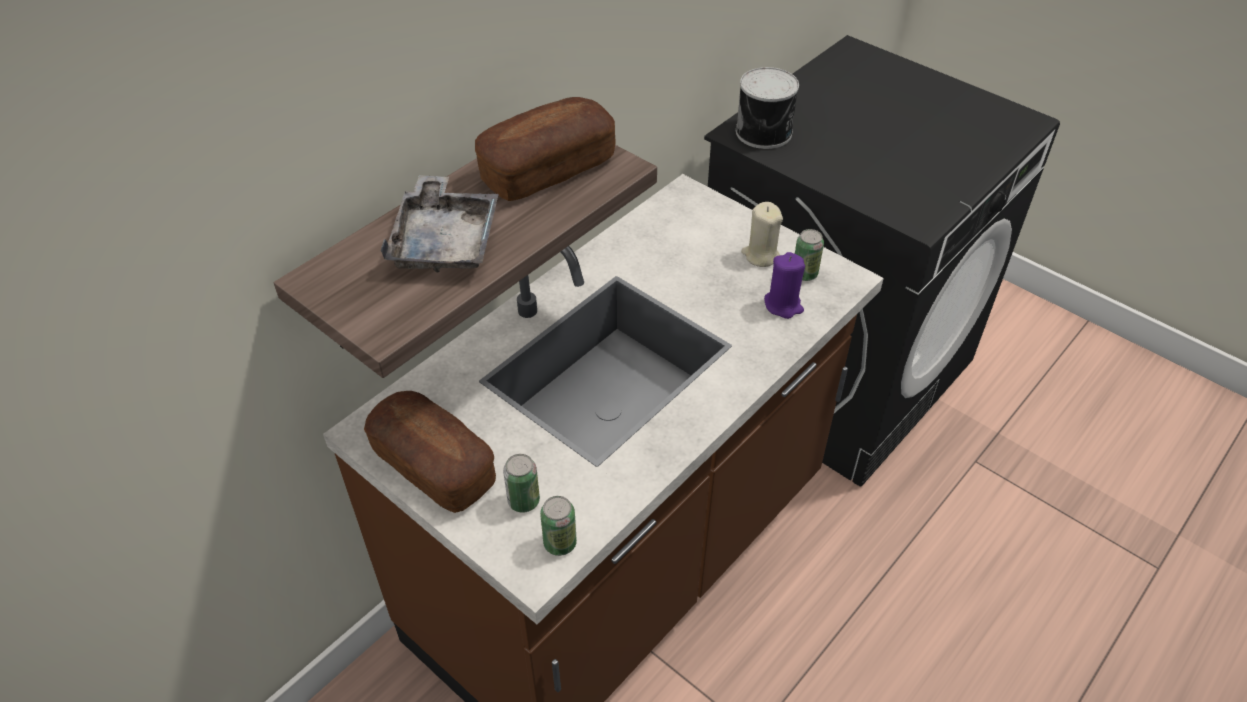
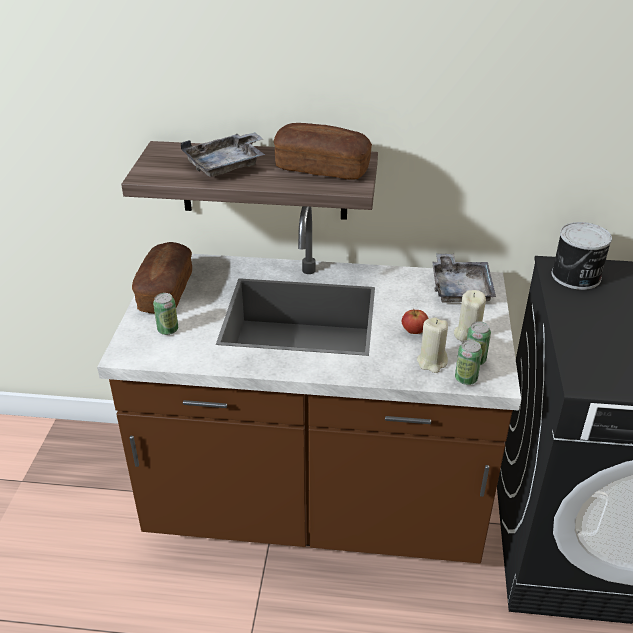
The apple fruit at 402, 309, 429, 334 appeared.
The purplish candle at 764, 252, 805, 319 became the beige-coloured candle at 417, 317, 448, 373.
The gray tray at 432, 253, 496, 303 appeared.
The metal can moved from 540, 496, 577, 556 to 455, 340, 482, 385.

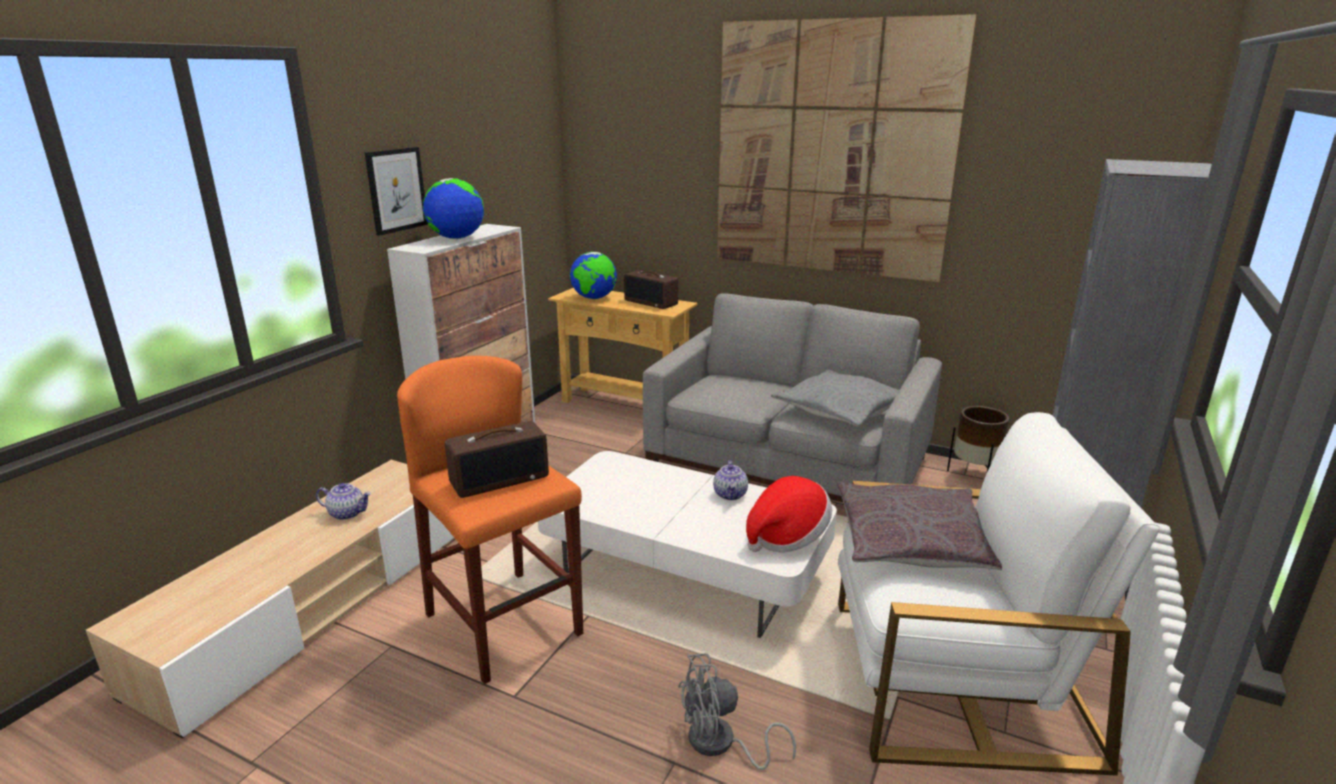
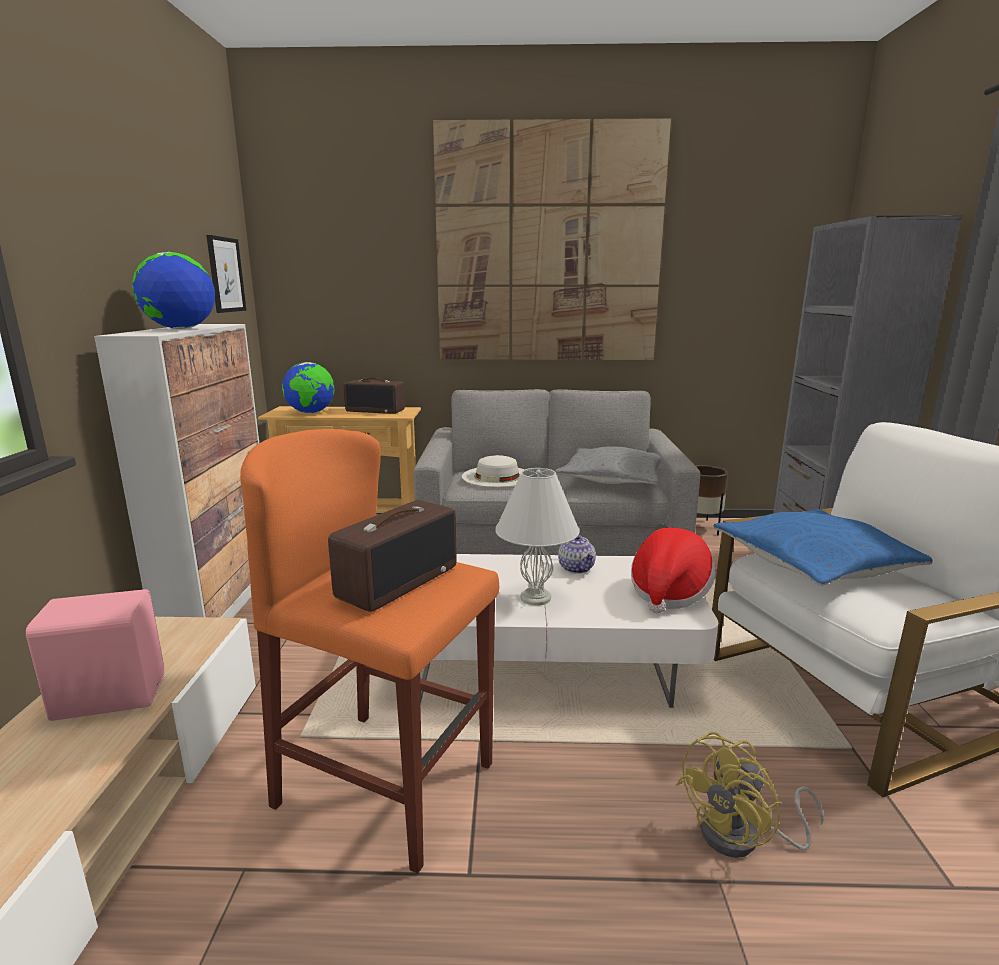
The tea pot at 316, 483, 372, 520 was replaced by the pink-coloured loudspeaker at 26, 589, 164, 721.
The wall picture moved from 365, 147, 428, 236 to 206, 235, 247, 313.
The white-coloured wearable hat at 462, 455, 525, 487 appeared.
The white-coloured tabletop lamp at 495, 468, 579, 606 appeared.
The gray cooling fan at 678, 653, 796, 770 became the yellow cooling fan at 676, 732, 824, 858.
The gray throw pillow at 837, 482, 1002, 570 became the blue-coloured throw pillow at 714, 509, 933, 586.

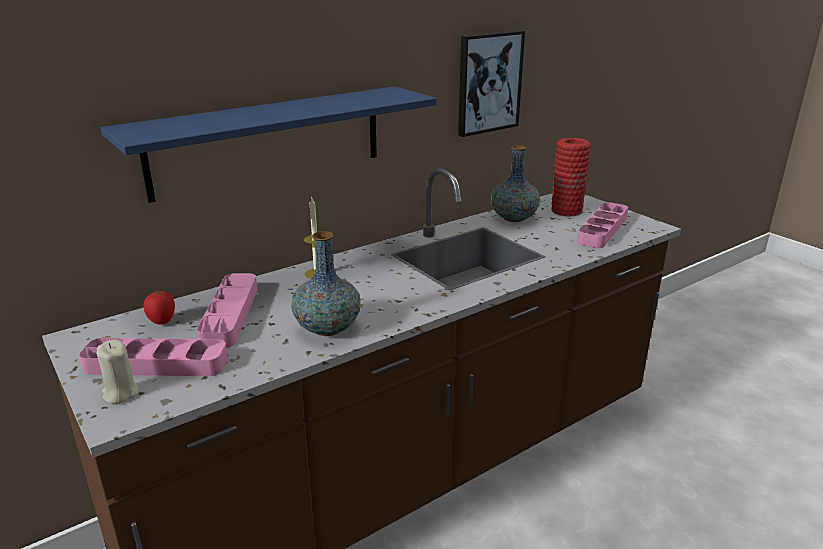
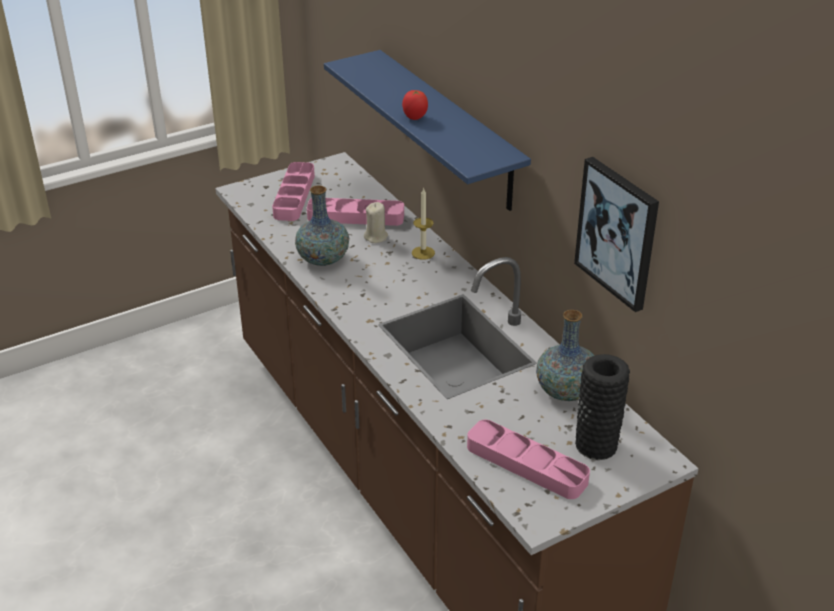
The beige-coloured candle moved from 97, 340, 138, 404 to 364, 202, 388, 243.
The fresh tomato moved from 144, 291, 175, 325 to 402, 90, 428, 120.
The red decorative vase at 551, 138, 591, 217 became the black decorative vase at 575, 354, 630, 460.

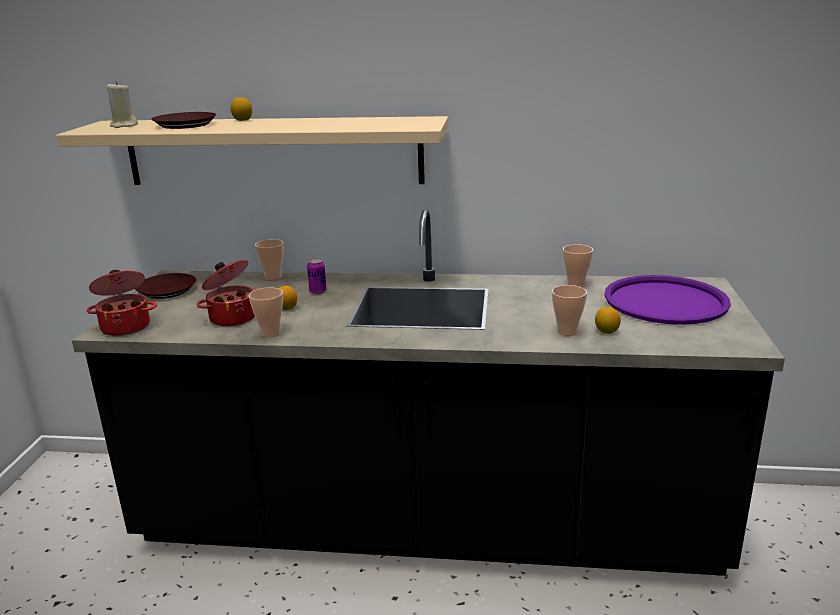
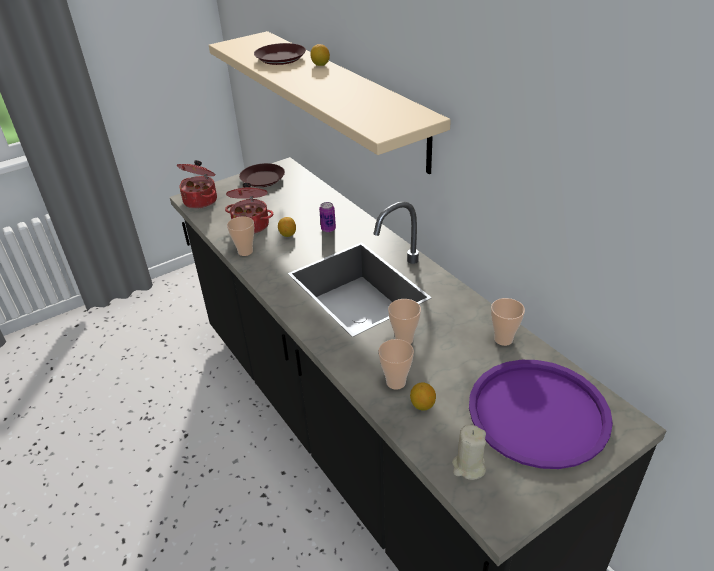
The drinking cup moved from 255, 239, 284, 280 to 388, 299, 421, 344.
The beige-coloured candle moved from 107, 82, 138, 128 to 452, 425, 486, 480.

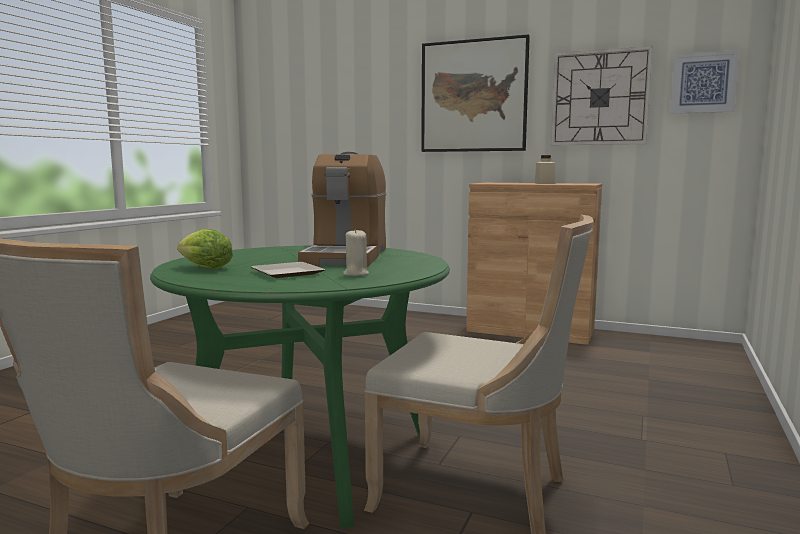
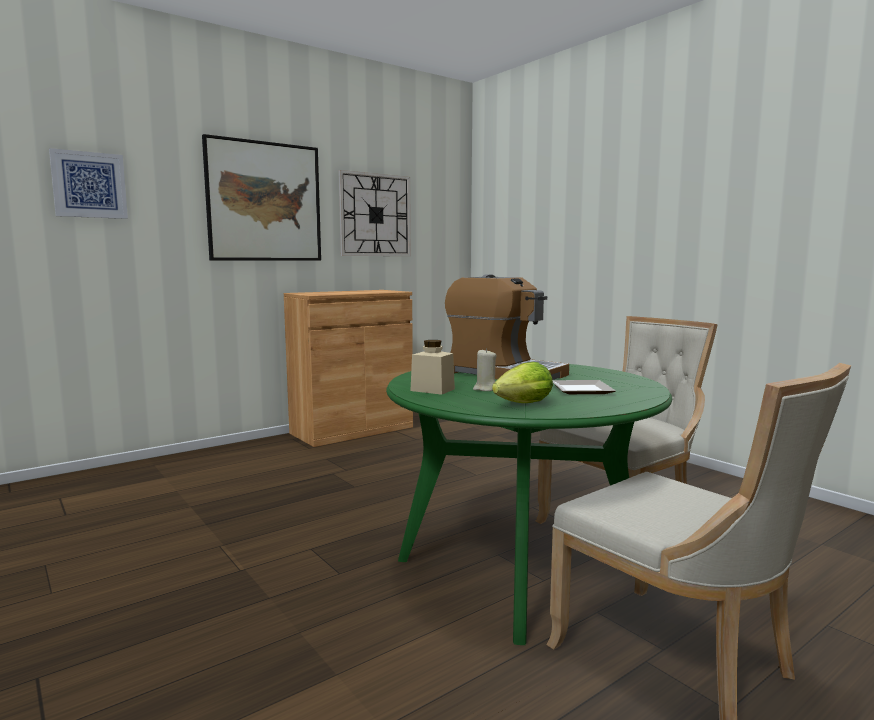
The wall picture moved from 670, 50, 740, 114 to 49, 148, 128, 219.
The beige-coloured jar moved from 535, 155, 556, 184 to 411, 340, 455, 395.
The beige-coloured candle moved from 343, 229, 369, 276 to 473, 349, 497, 391.

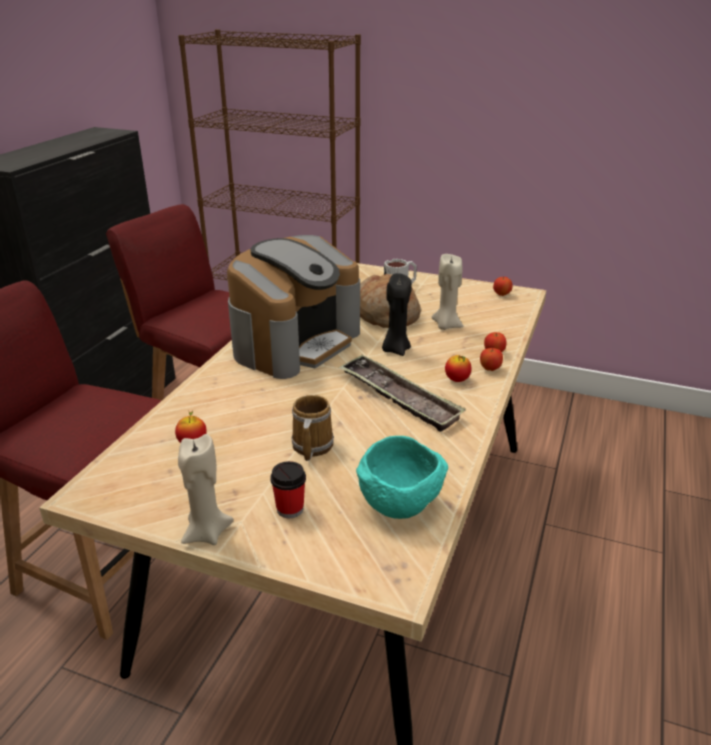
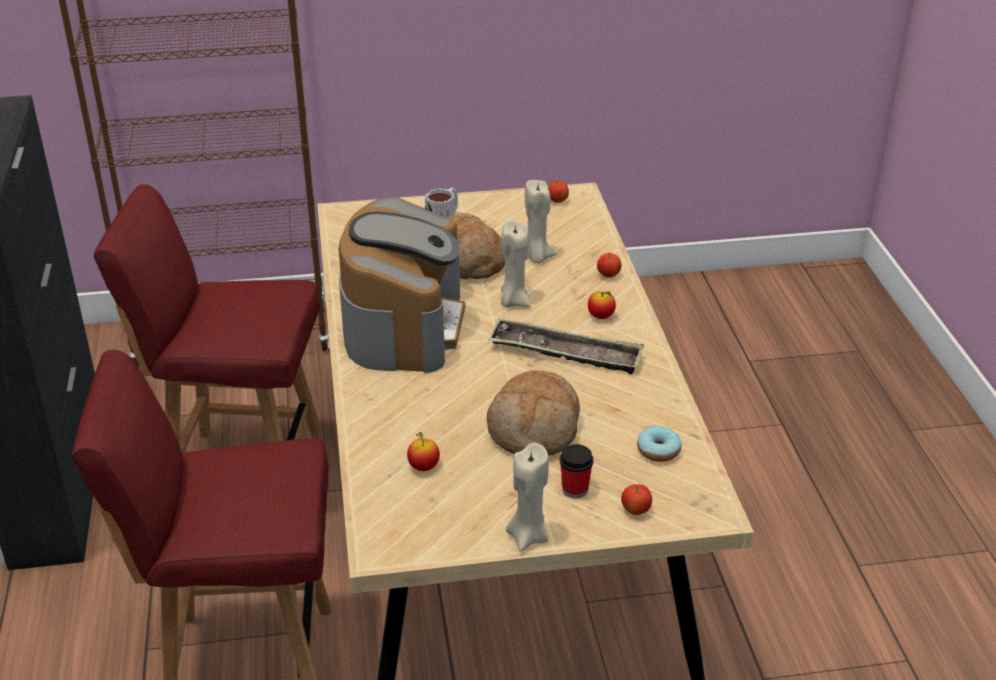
The coffee mug at 291, 395, 334, 461 was replaced by the baked bread at 487, 370, 580, 455.
The black candle at 382, 273, 412, 356 became the beige-coloured candle at 501, 220, 531, 307.
The apple fruit moved from 480, 348, 503, 371 to 621, 484, 652, 515.
The turquoise deep dish at 356, 436, 448, 519 was replaced by the doughnut at 637, 426, 681, 462.

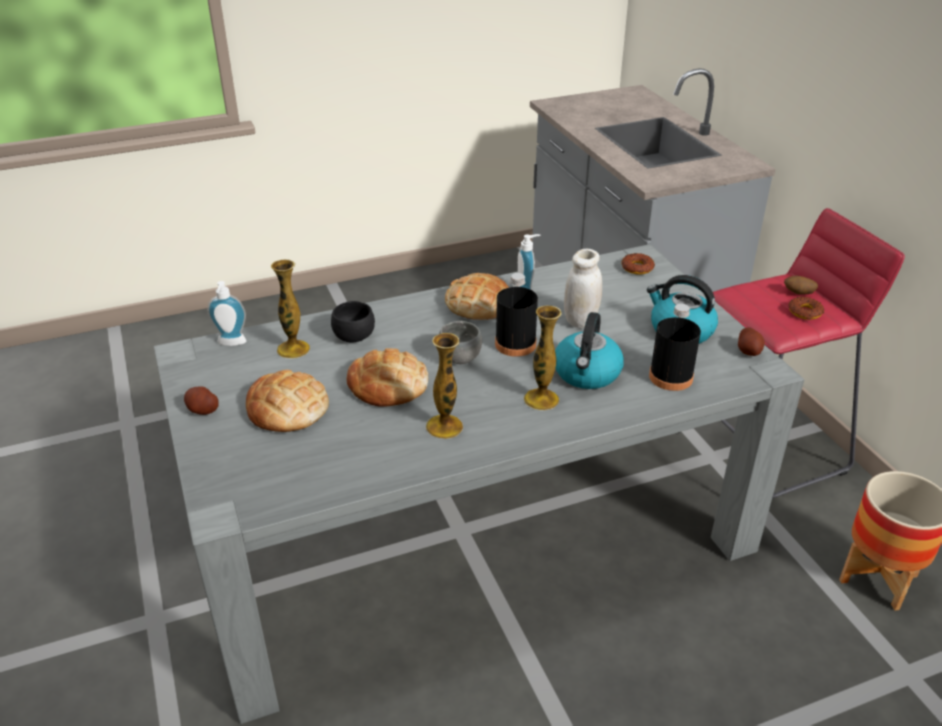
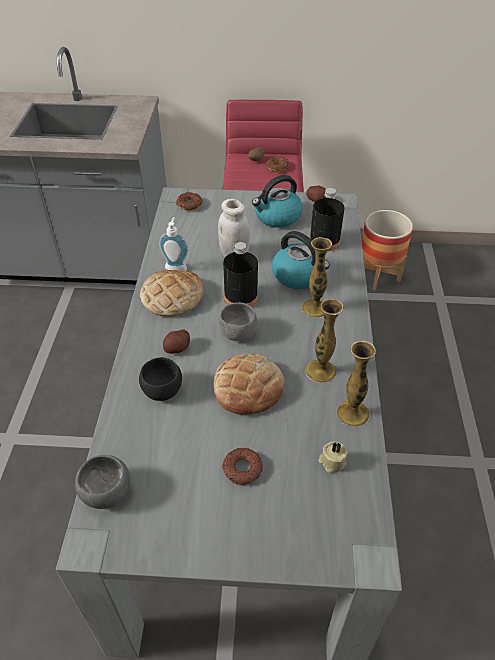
The liquid soap bottle at 207, 281, 247, 346 was replaced by the gray deep dish at 75, 455, 130, 509.
The whole potato moved from 184, 386, 219, 415 to 163, 329, 190, 354.
The baked bread at 246, 370, 329, 432 was replaced by the doughnut at 222, 448, 263, 485.
The beige-coloured candle at 319, 441, 348, 473 appeared.
The decorative vase moved from 271, 259, 310, 359 to 336, 341, 376, 427.

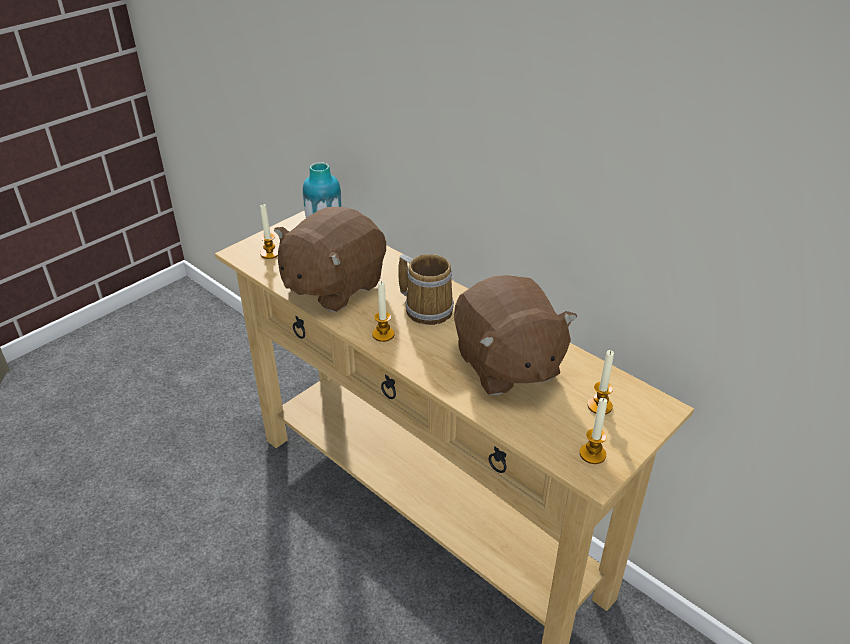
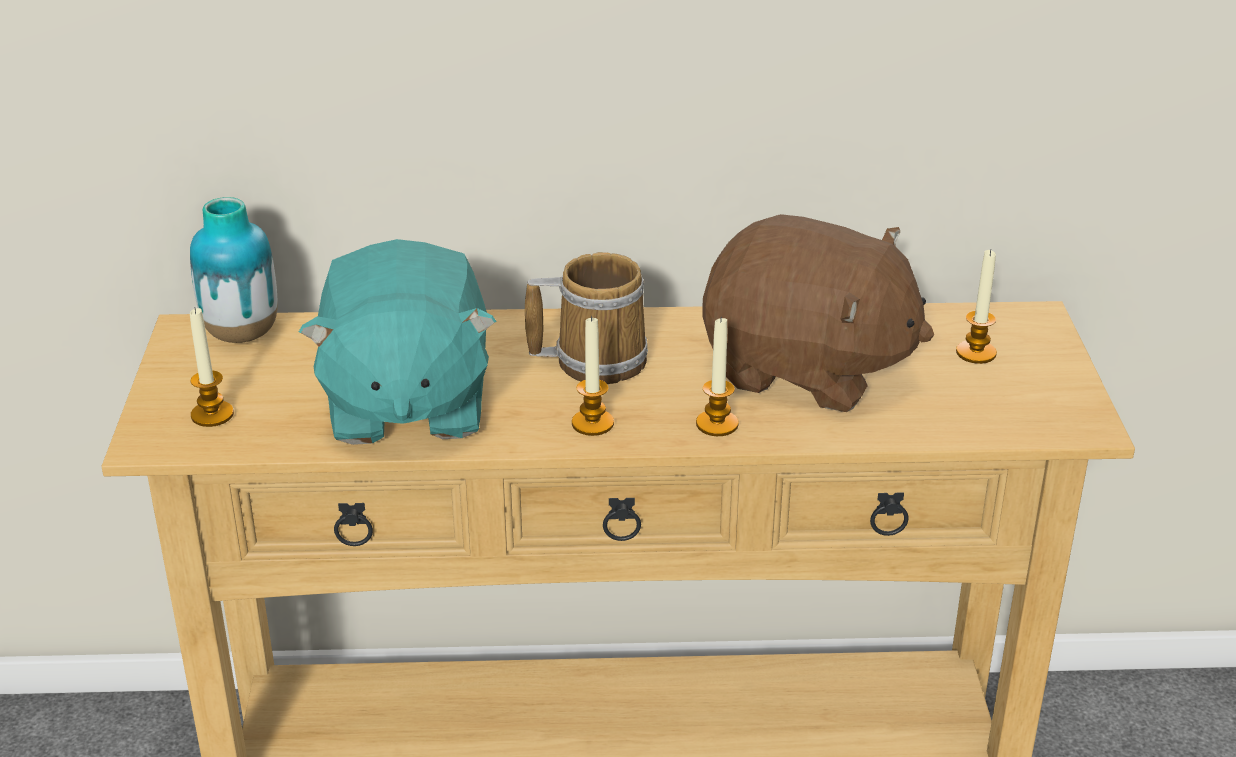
The brownish cuddly toy at 274, 207, 386, 312 became the turquoise cuddly toy at 299, 239, 497, 445.
The candle moved from 580, 398, 607, 464 to 696, 316, 739, 436.

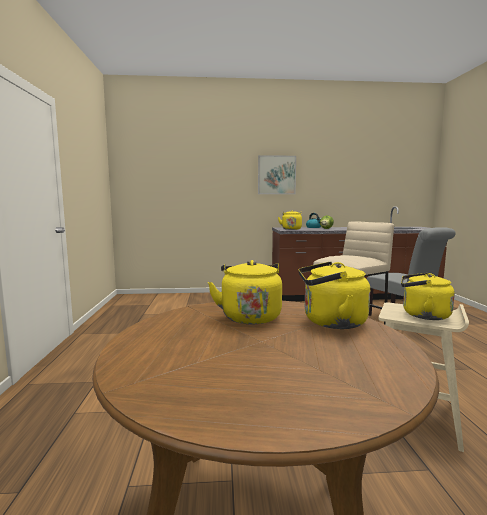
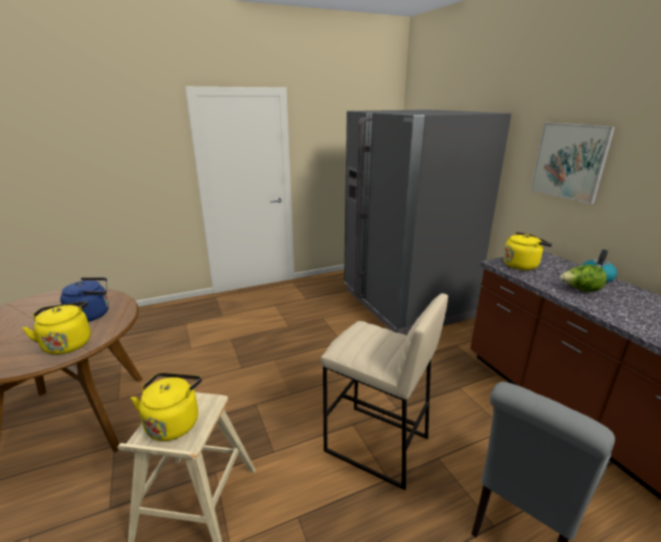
The yellow water kettle at 208, 260, 282, 324 became the blue-coloured water kettle at 60, 277, 109, 322.
The gray refrigerator at 344, 110, 511, 335 appeared.

